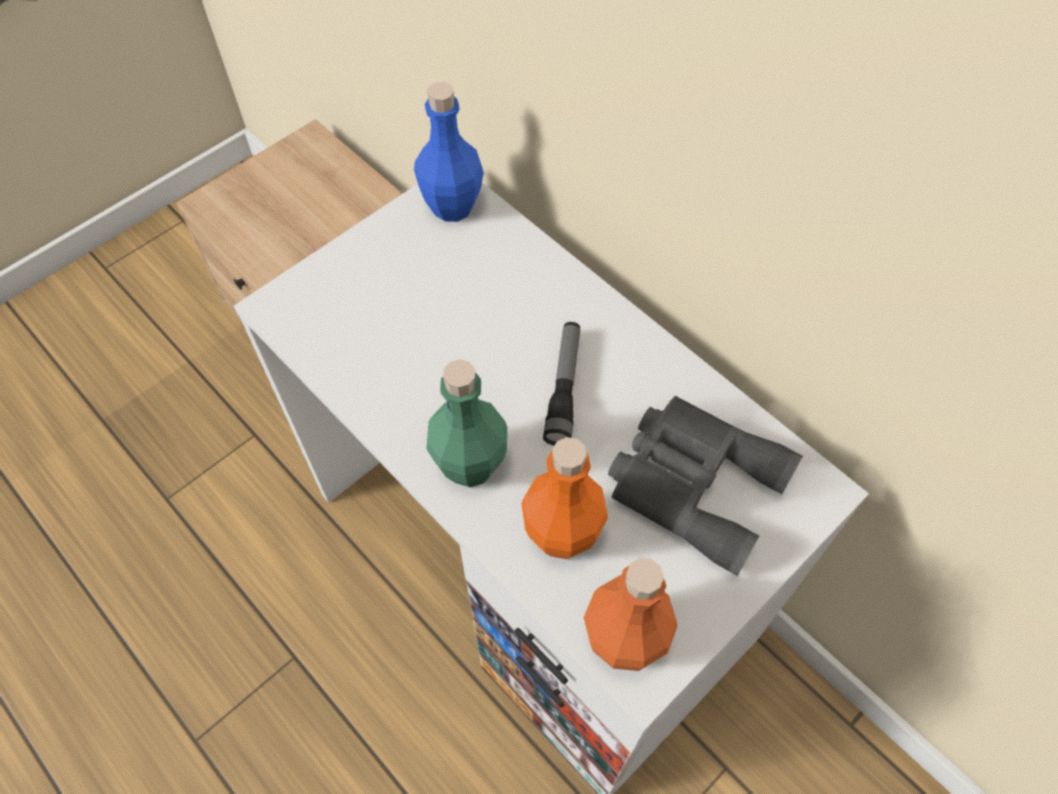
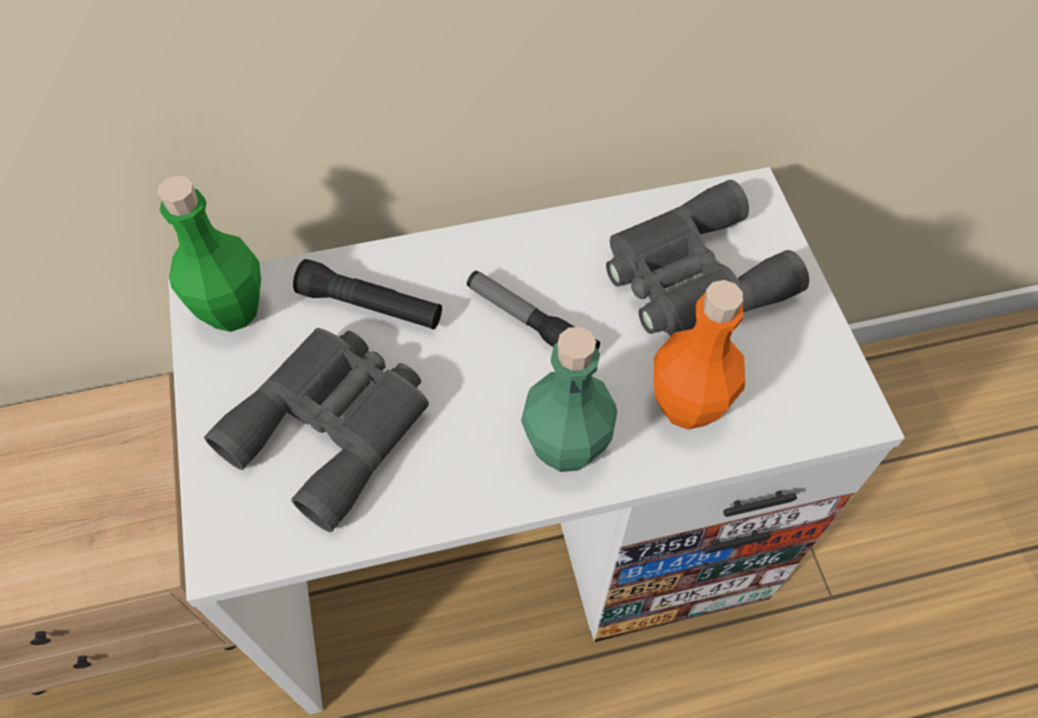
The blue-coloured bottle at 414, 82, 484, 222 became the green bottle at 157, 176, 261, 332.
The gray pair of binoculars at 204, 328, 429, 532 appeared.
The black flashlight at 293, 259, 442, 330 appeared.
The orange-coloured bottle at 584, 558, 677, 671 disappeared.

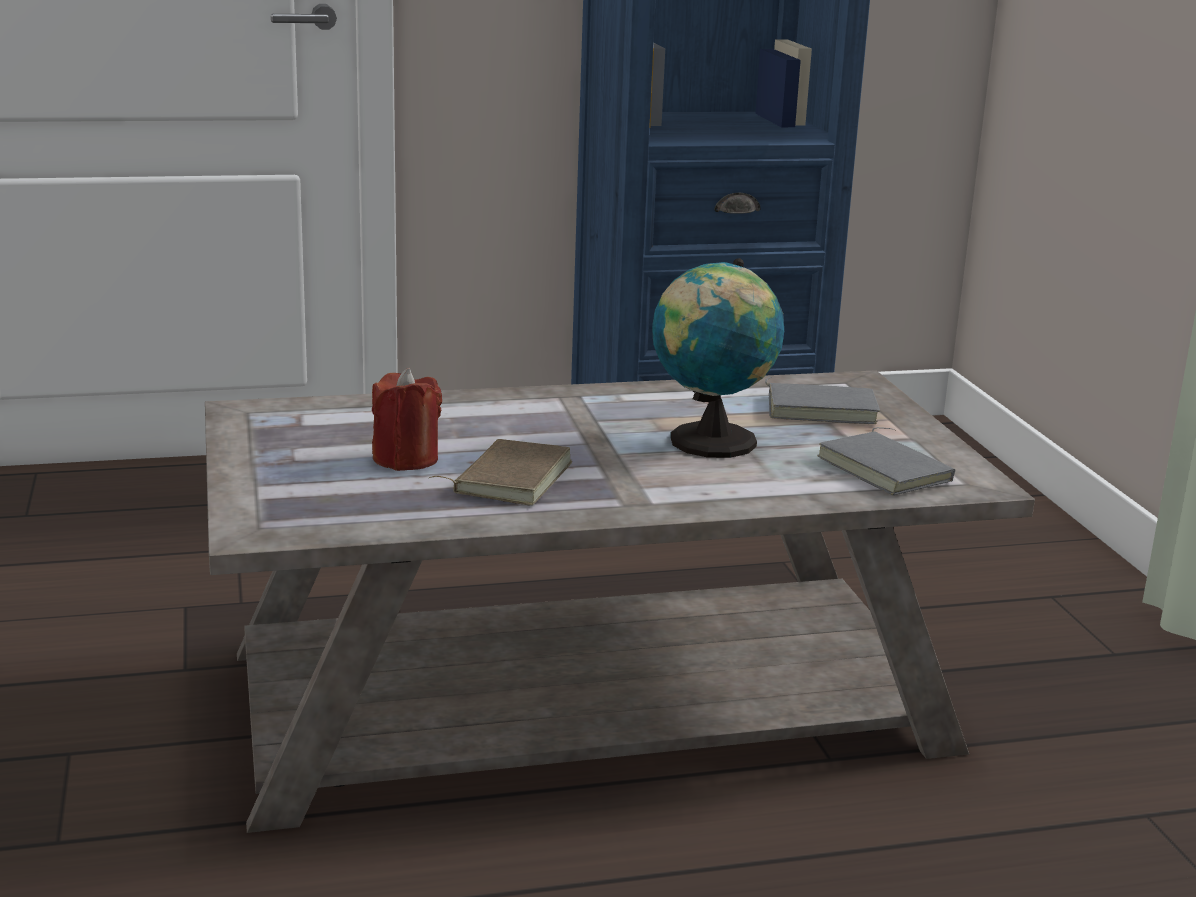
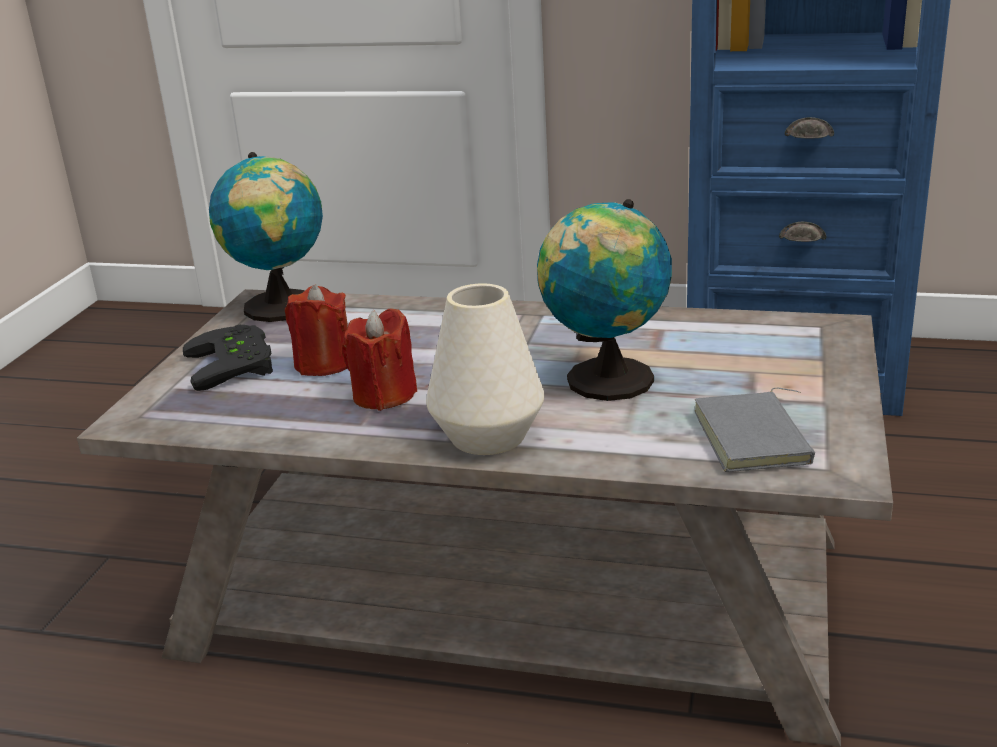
The black joypad at 183, 325, 273, 391 appeared.
The world globe at 209, 152, 323, 322 appeared.
The brownish book at 429, 439, 572, 505 was replaced by the red candle at 342, 308, 417, 411.
The white-coloured decorative vase at 426, 283, 544, 455 appeared.
The gray book at 765, 377, 880, 424 disappeared.

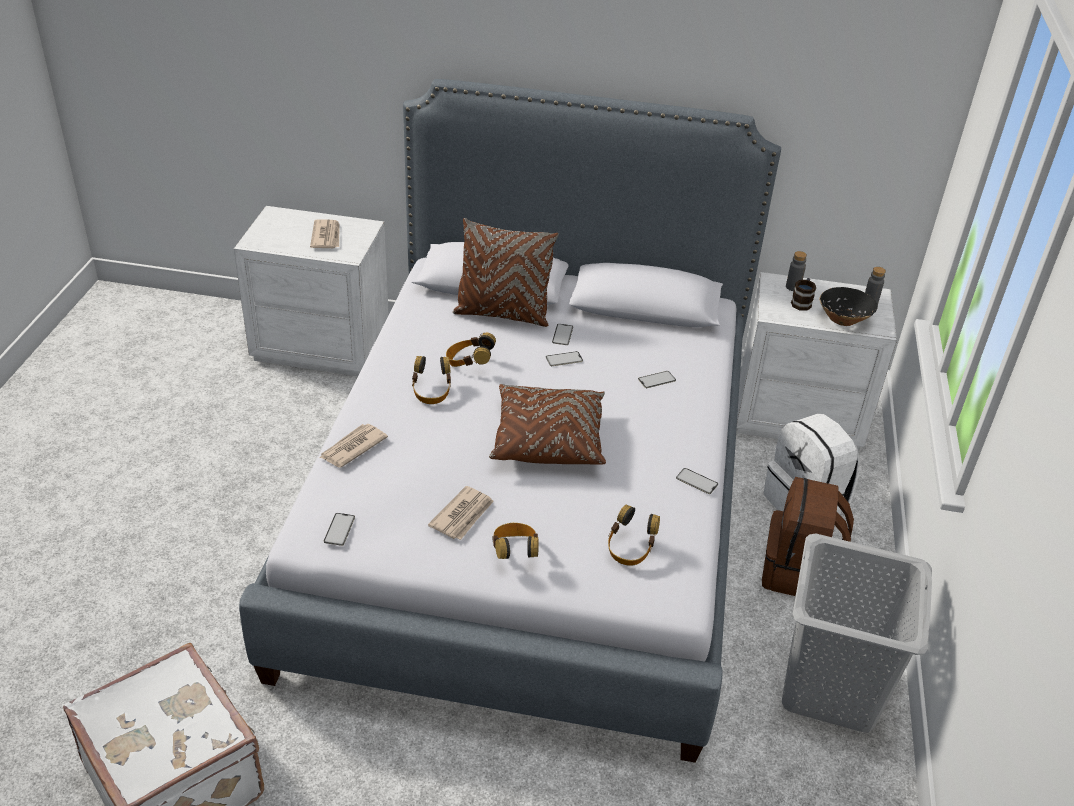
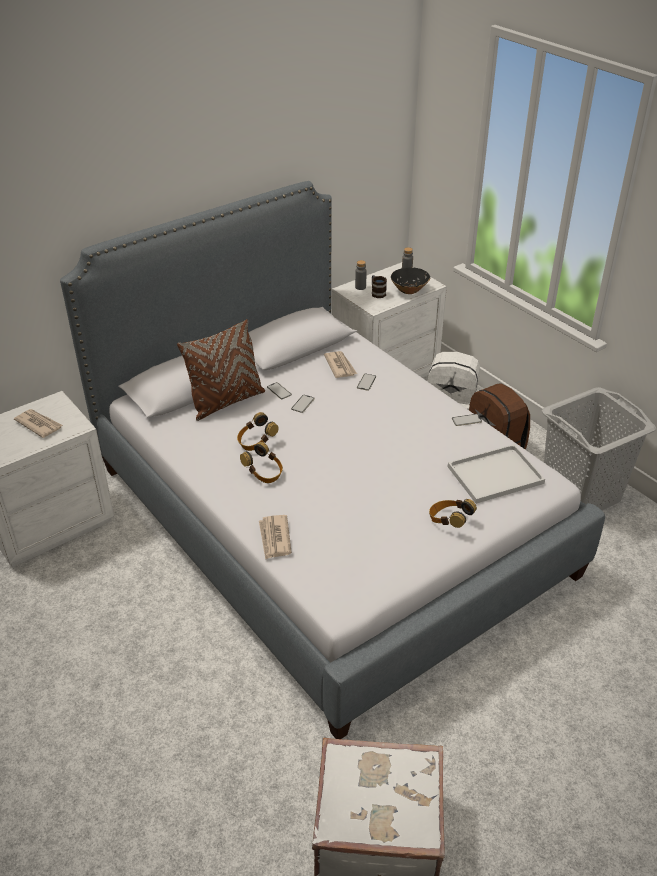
The daily paper moved from 428, 486, 494, 540 to 324, 351, 357, 378.
The headphones at 608, 504, 660, 566 was replaced by the white-coloured tray at 448, 444, 545, 504.
The telephone at 324, 513, 355, 546 disappeared.
The brownish throw pillow at 489, 384, 606, 465 disappeared.

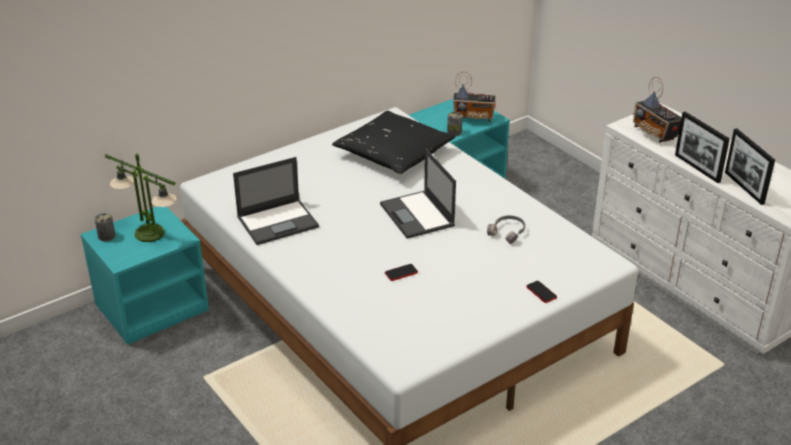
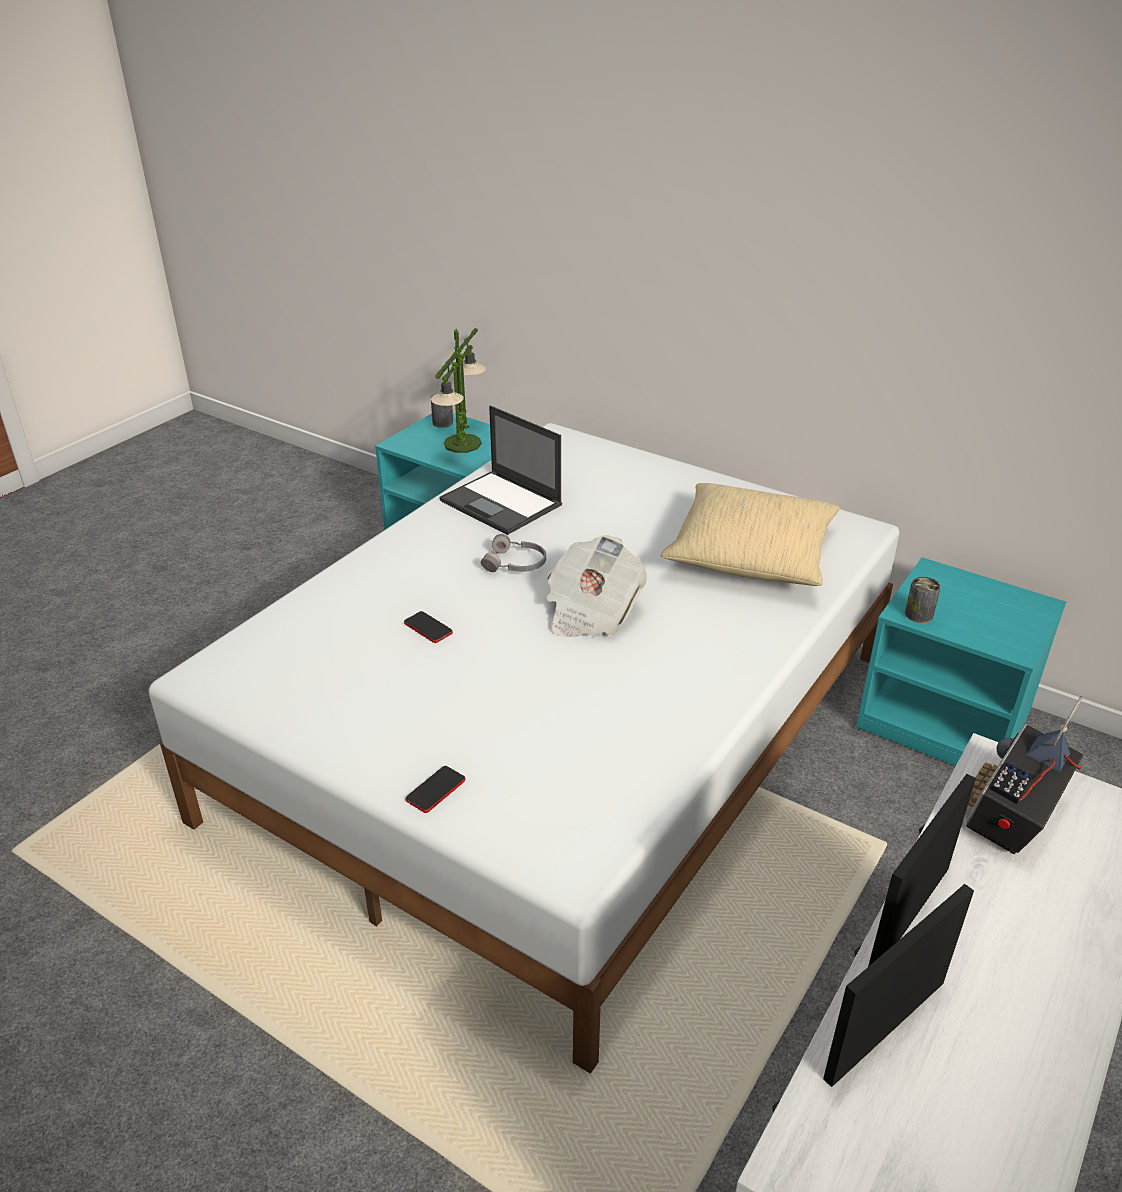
The gray headphones moved from 487, 215, 525, 244 to 481, 534, 546, 572.
The portable computer at 380, 149, 456, 239 was replaced by the daily paper at 546, 535, 647, 637.
The black throw pillow at 332, 111, 456, 174 became the beige-coloured throw pillow at 660, 483, 840, 586.
The radio receiver at 453, 72, 496, 122 disappeared.

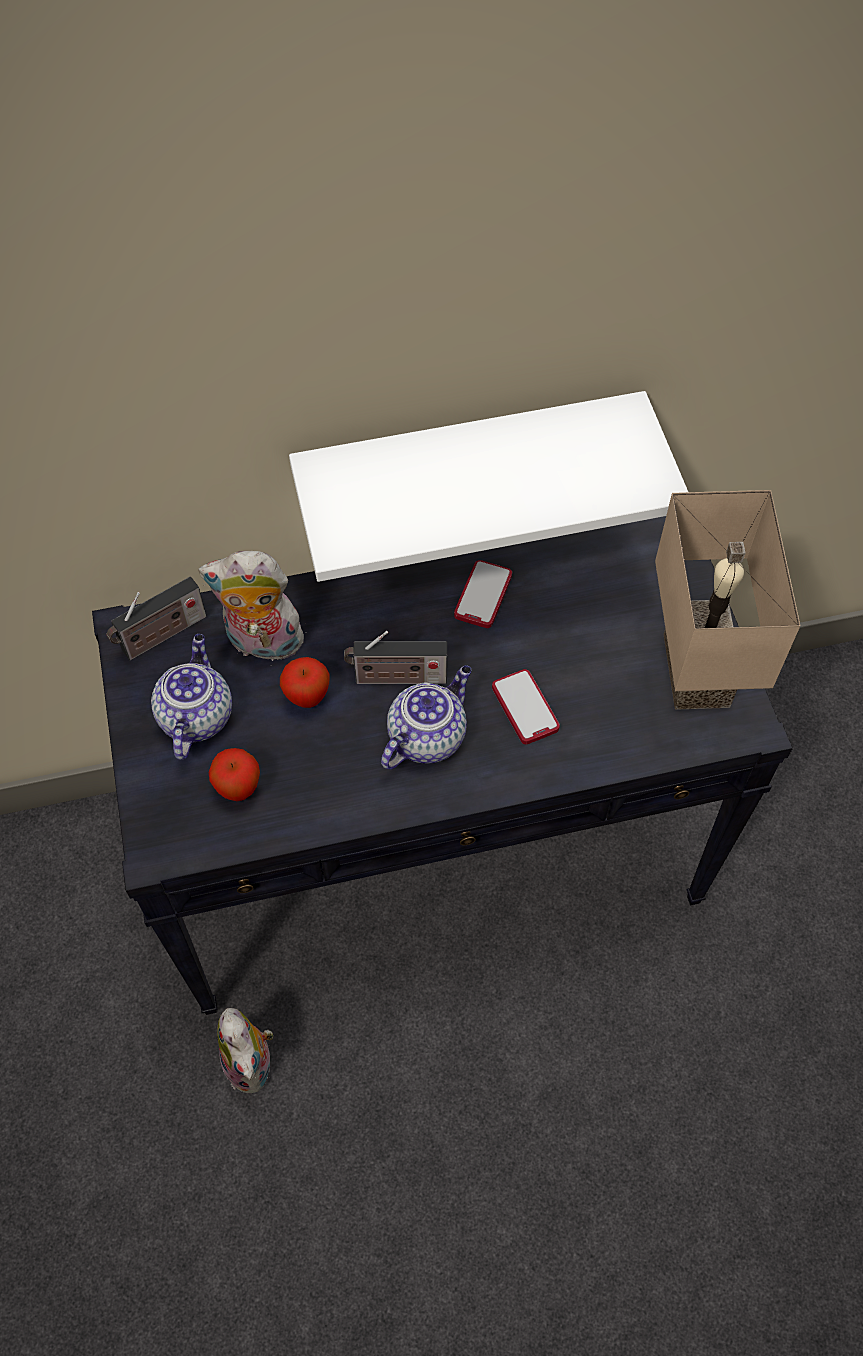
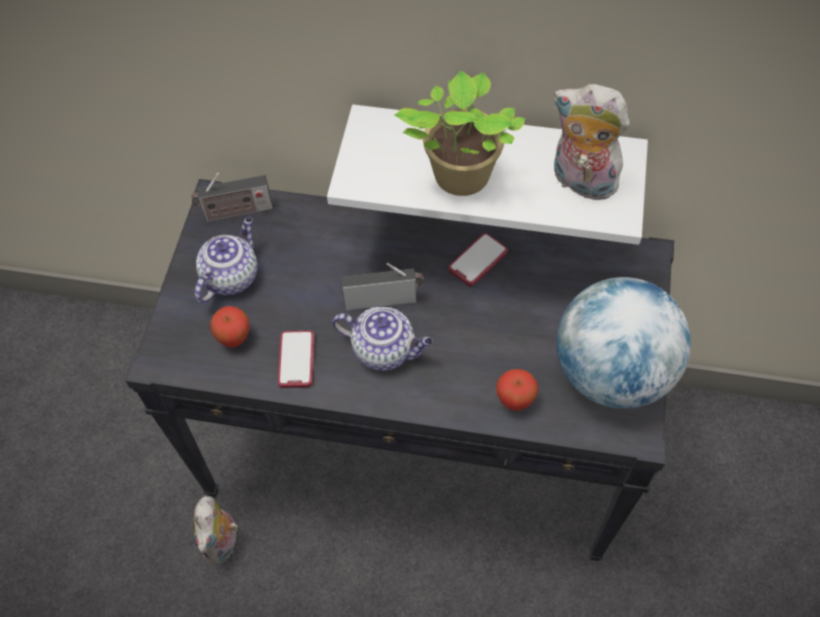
The telephone moved from 492, 669, 560, 744 to 278, 331, 314, 388.
The tea pot at 381, 665, 471, 769 turned 45 degrees clockwise.
The radio receiver at 344, 631, 447, 684 turned 150 degrees clockwise.
The potted plant at 394, 71, 525, 196 appeared.
The apple fruit moved from 280, 657, 330, 708 to 496, 369, 539, 411.
The cuddly toy moved from 198, 551, 308, 661 to 553, 84, 630, 200.
The beige-coloured tabletop lamp at 655, 490, 800, 710 was replaced by the world globe at 557, 277, 691, 409.

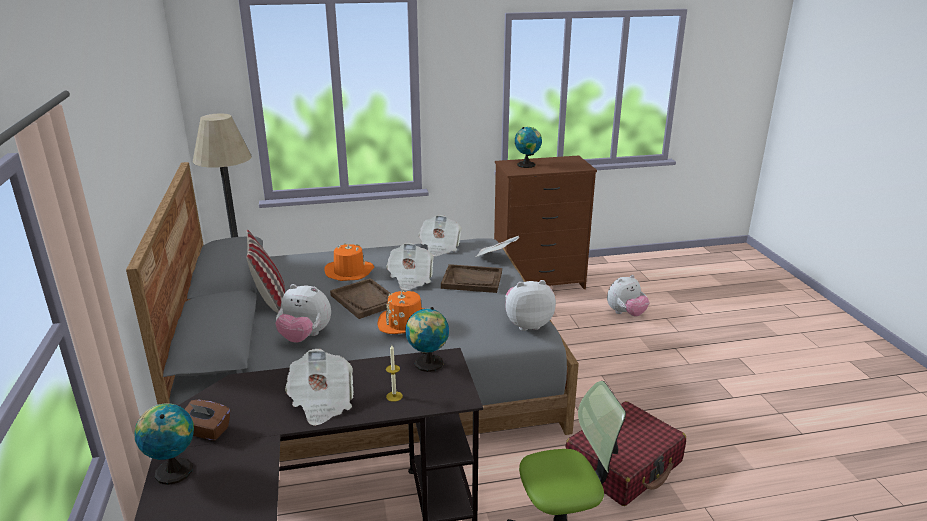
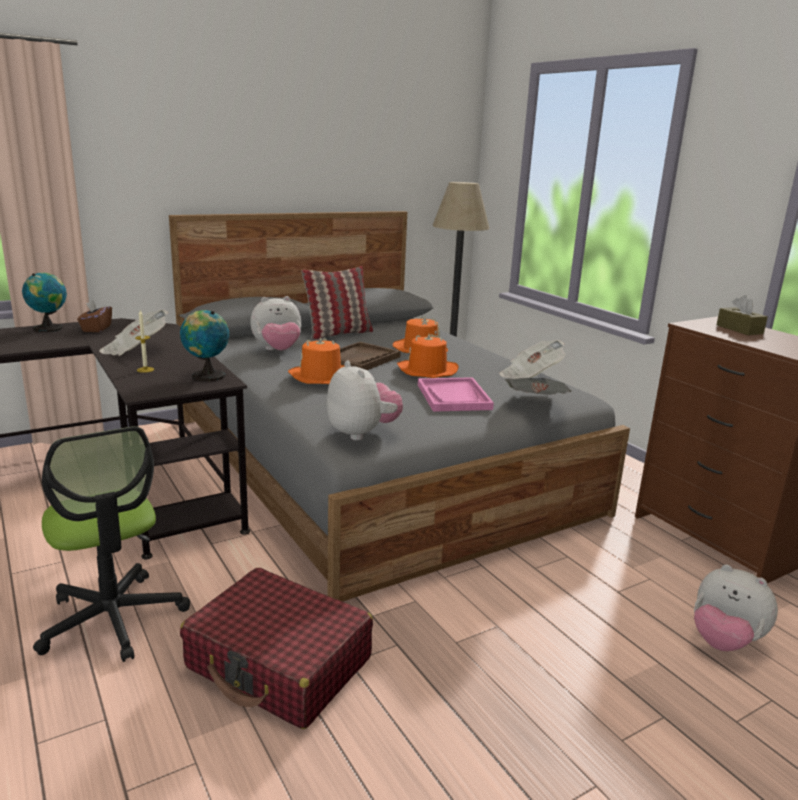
The cuddly toy at 275, 284, 331, 343 turned 105 degrees counterclockwise.
The daily paper at 386, 243, 434, 290 was replaced by the orange-coloured wearable hat at 397, 334, 458, 378.
The brownish tray at 441, 264, 502, 293 became the pink-coloured tray at 418, 377, 494, 412.
The world globe at 515, 127, 542, 168 was replaced by the brownish box of tissues at 716, 295, 768, 335.

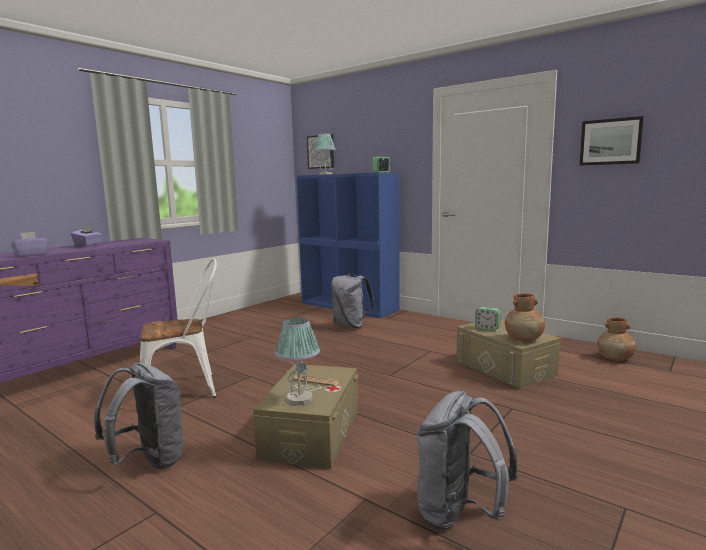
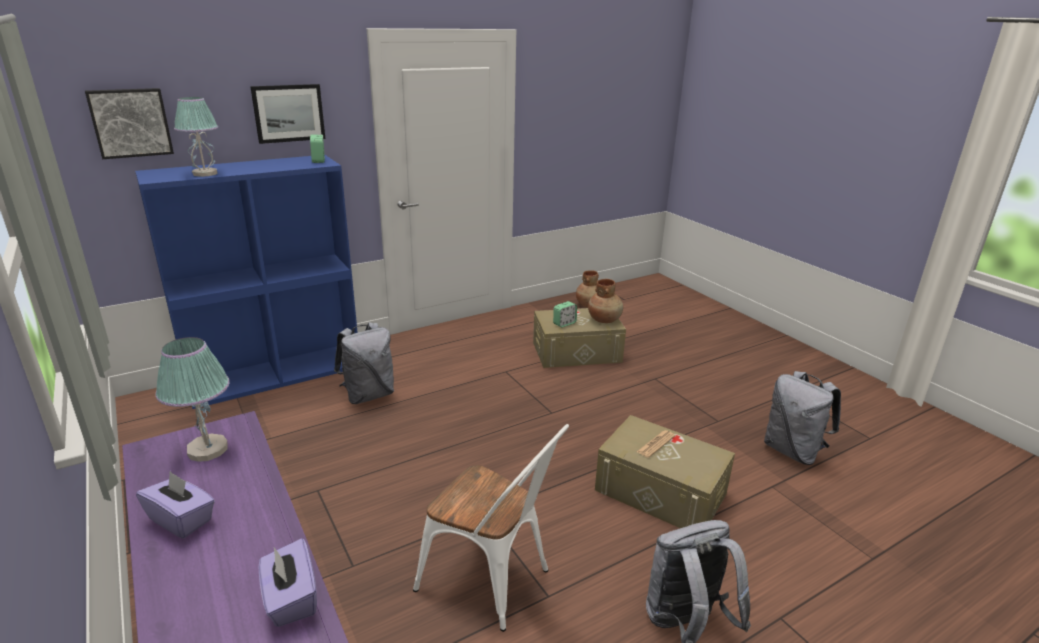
The tabletop lamp moved from 275, 318, 320, 405 to 155, 337, 229, 462.
The wall picture moved from 580, 116, 644, 166 to 250, 84, 325, 144.
The white-coloured upright chair at 140, 258, 217, 398 turned 120 degrees clockwise.

